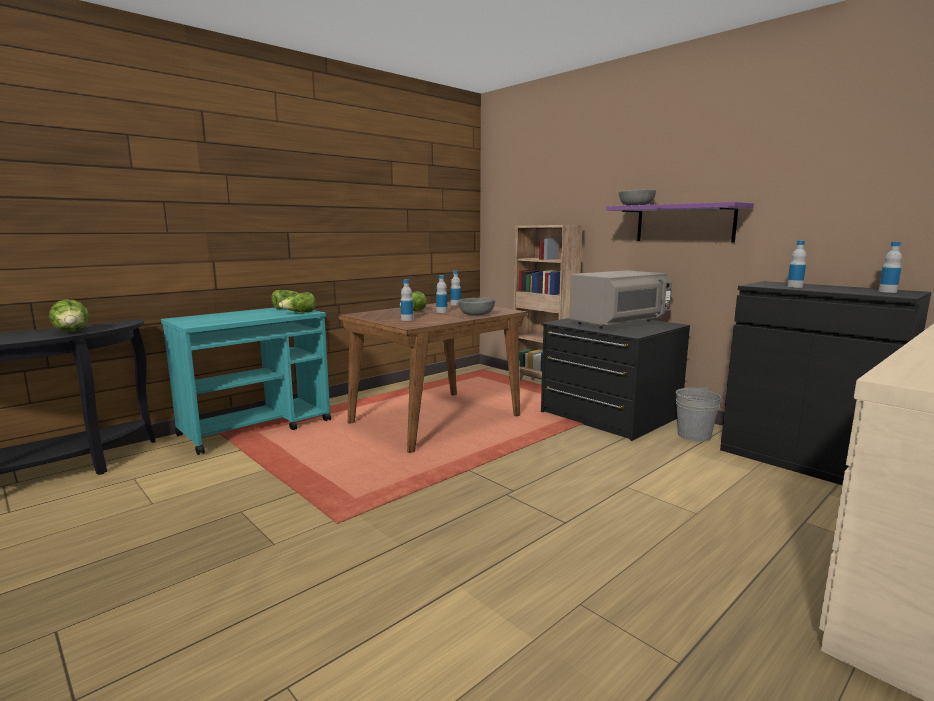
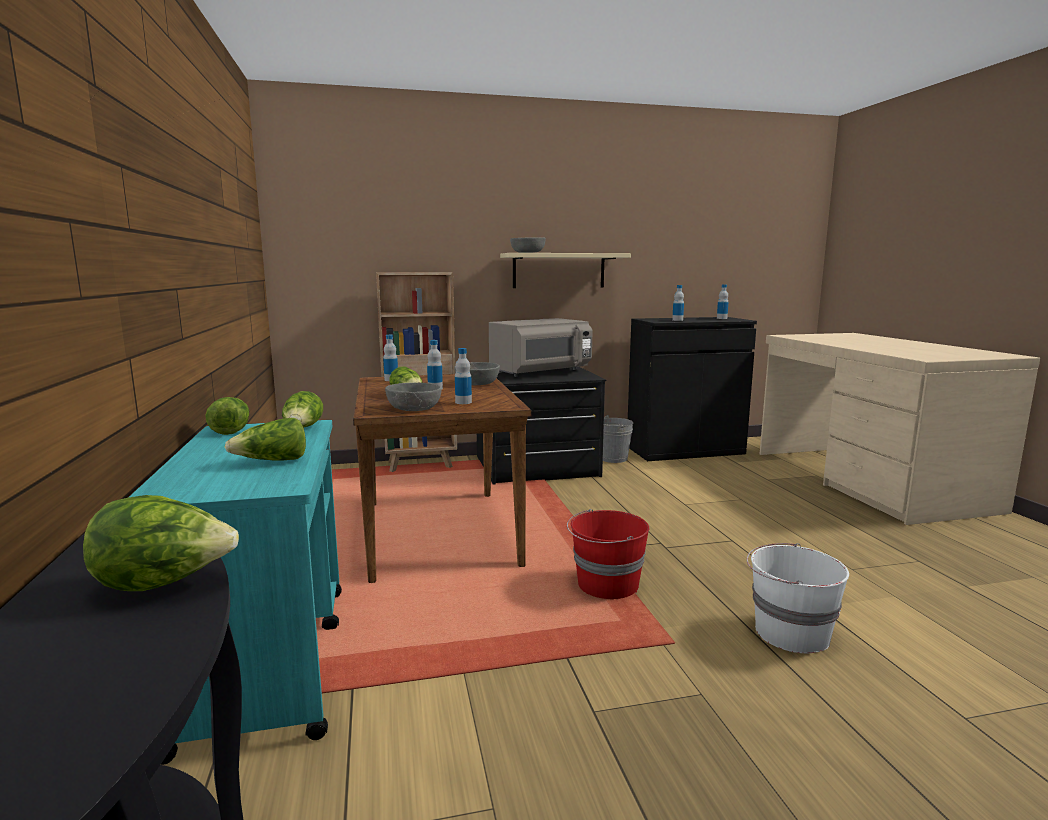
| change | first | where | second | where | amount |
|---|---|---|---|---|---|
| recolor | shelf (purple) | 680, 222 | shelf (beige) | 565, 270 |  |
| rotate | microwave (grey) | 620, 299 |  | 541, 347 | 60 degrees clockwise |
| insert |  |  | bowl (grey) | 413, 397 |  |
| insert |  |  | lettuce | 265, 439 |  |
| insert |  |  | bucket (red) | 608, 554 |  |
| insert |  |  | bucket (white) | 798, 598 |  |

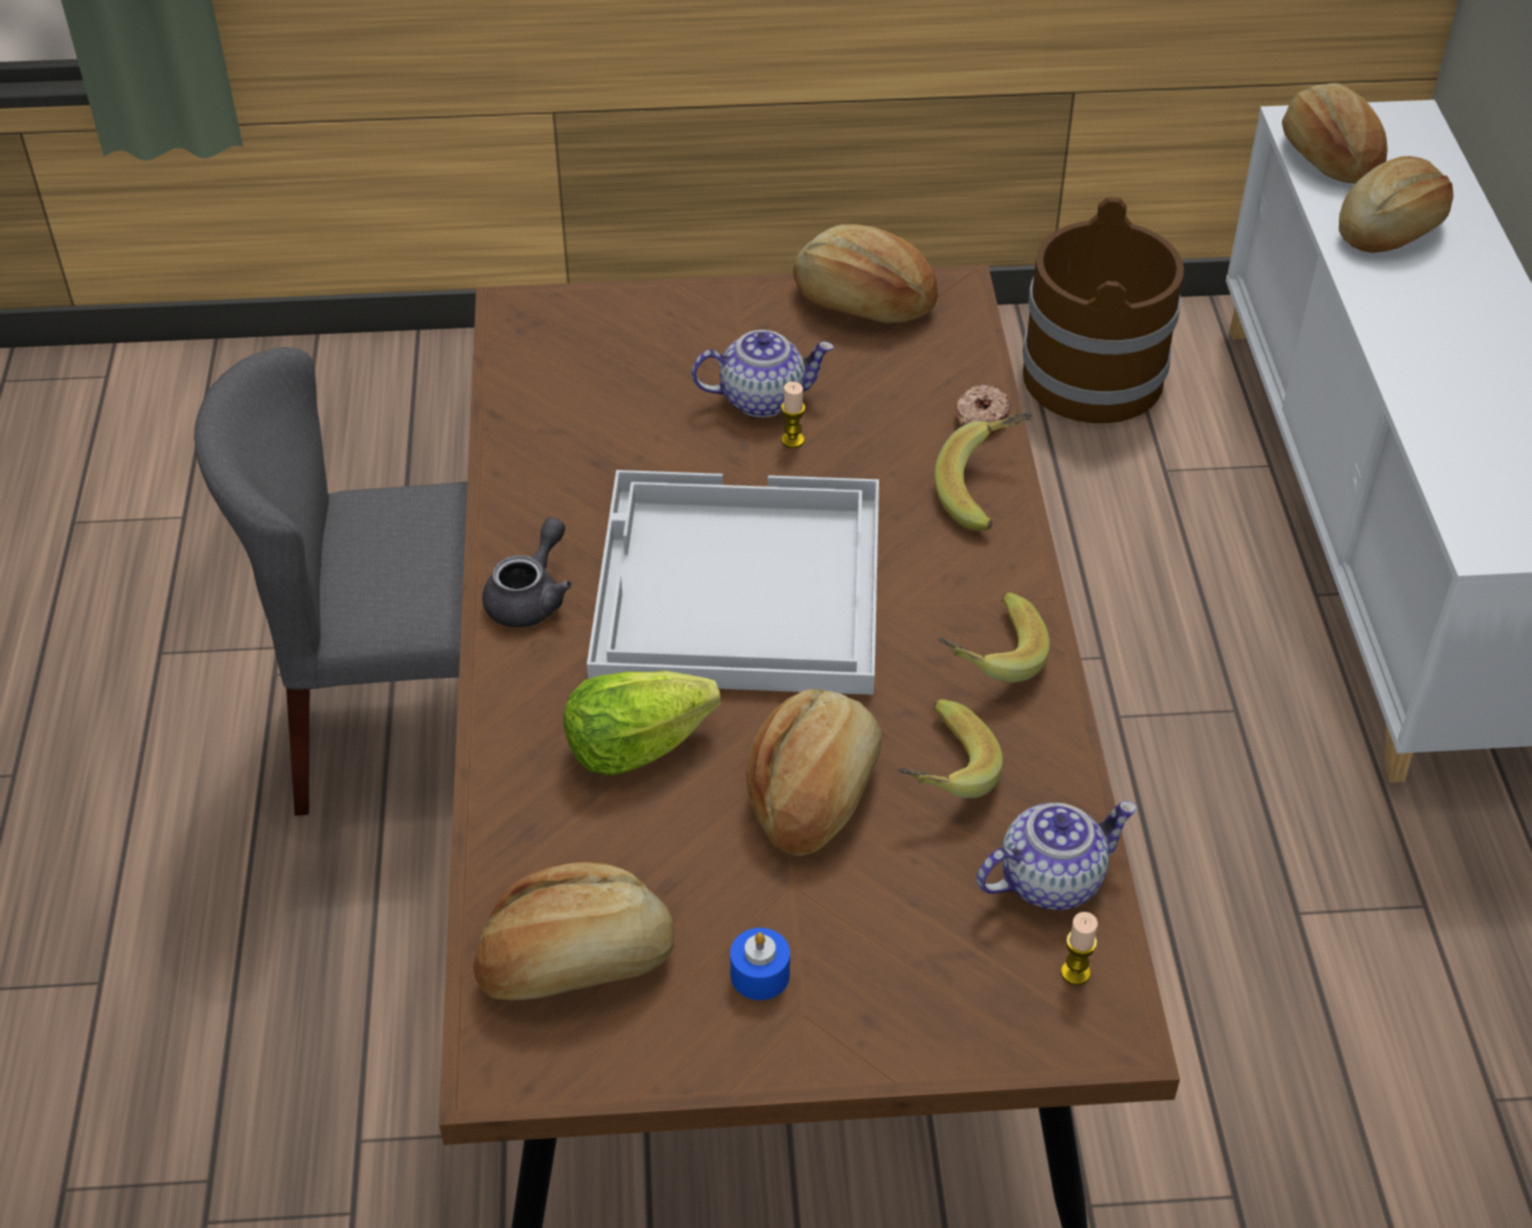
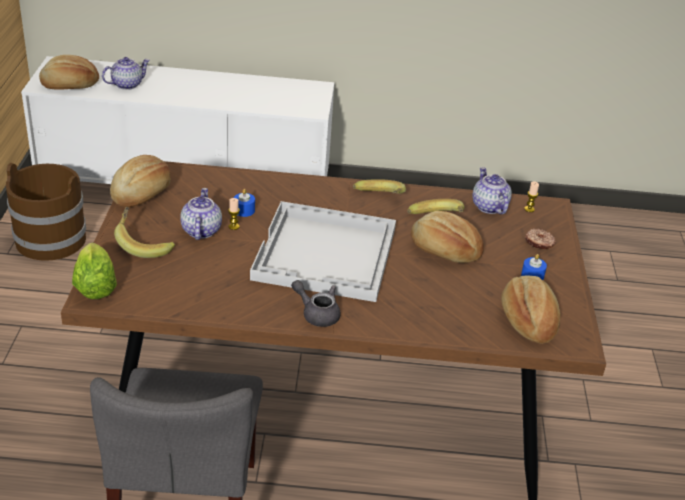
| change | first | where | second | where | amount |
|---|---|---|---|---|---|
| replace | bread | 1396, 204 | teapot | 126, 73 |  |
| move | donut | 983, 409 |  | 540, 239 |  |
| move | banana | 983, 471 |  | 144, 232 |  |
| move | lettuce | 642, 723 |  | 94, 270 |  |
| insert |  |  | candle (blue) | 244, 203 |  |

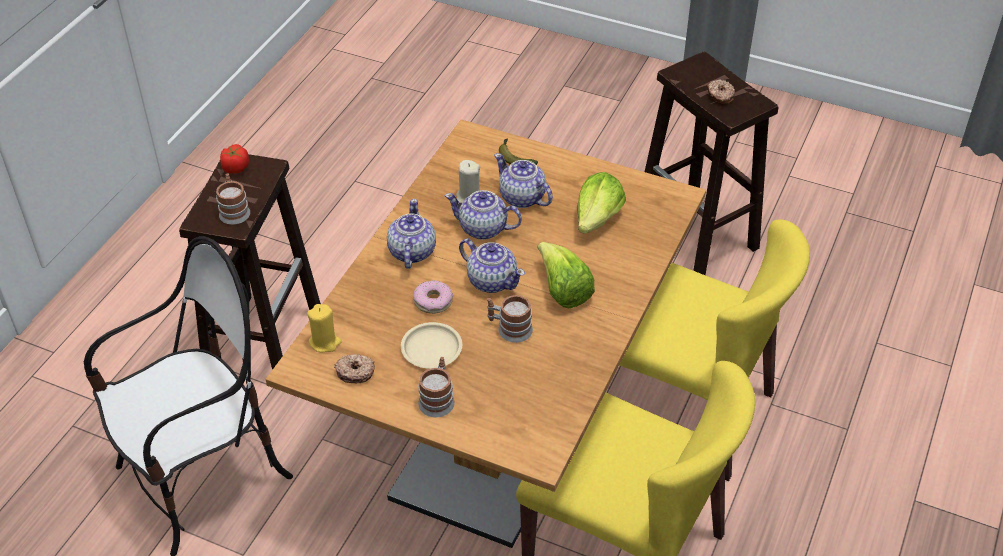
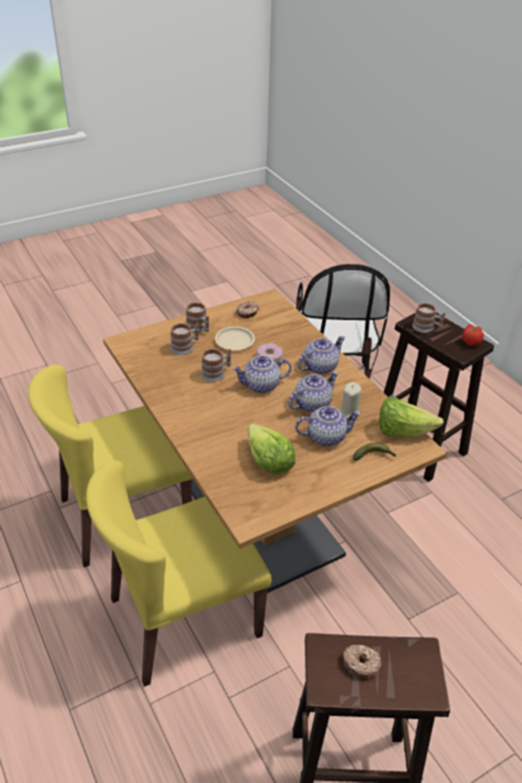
| change | first | where | second | where | amount |
|---|---|---|---|---|---|
| rotate | teapot | 411, 234 |  | 321, 355 | 75 degrees counterclockwise |
| move | lettuce | 566, 275 |  | 412, 417 |  |
| delete | candle (yellow) | 324, 328 |  |  |  |
| insert |  |  | mug | 184, 339 |  |

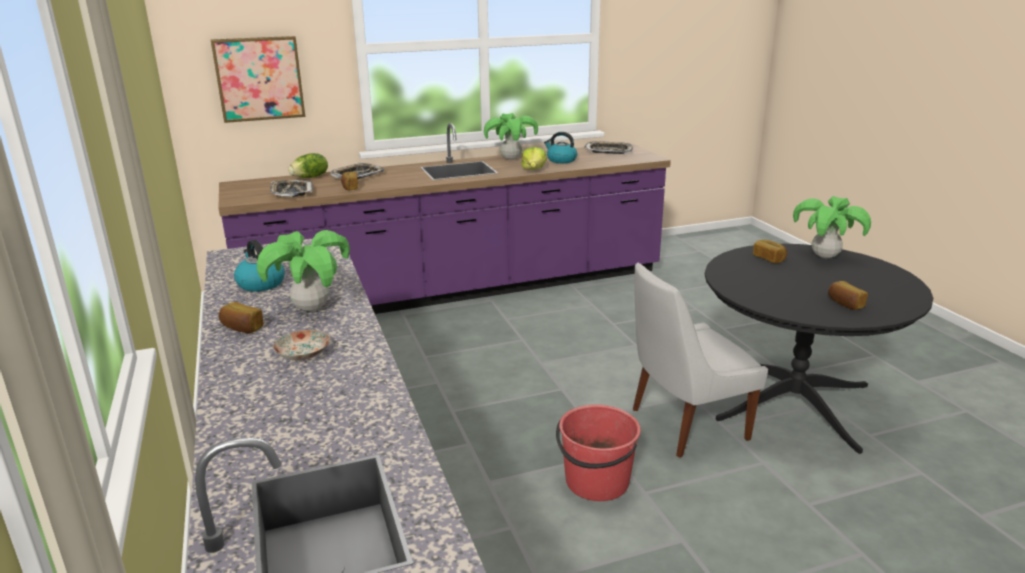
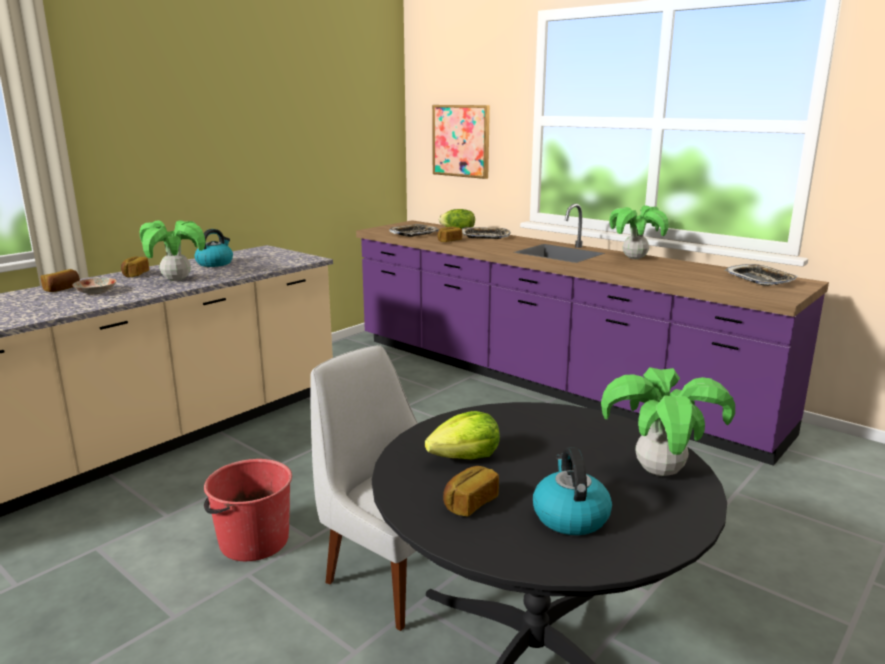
| change | first | where | second | where | amount |
|---|---|---|---|---|---|
| move | kettle | 560, 147 |  | 572, 491 |  |
| move | lettuce | 534, 158 |  | 462, 435 |  |
| move | bread | 770, 251 |  | 60, 280 |  |

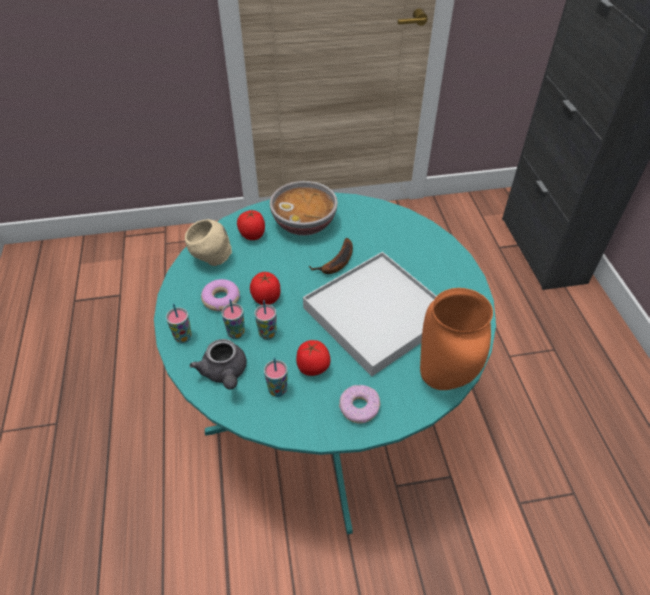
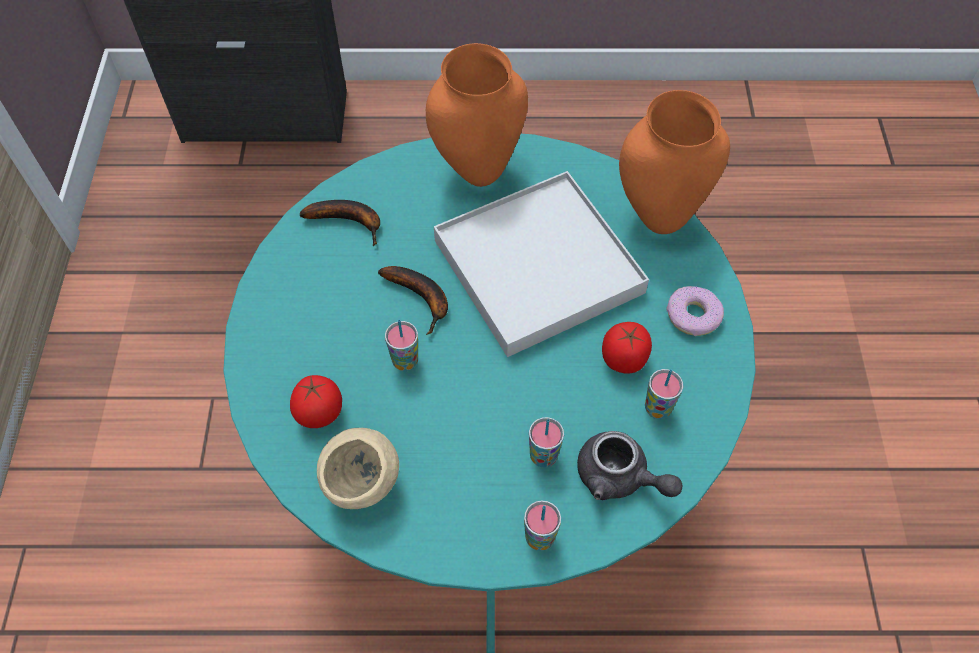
| change | first | where | second | where | amount |
|---|---|---|---|---|---|
| delete | bowl | 304, 208 |  |  |  |
| delete | tomato | 265, 288 |  |  |  |
| delete | donut | 220, 295 |  |  |  |
| move | cup | 265, 320 |  | 401, 345 |  |
| rotate | teapot (grey) | 218, 364 |  | 630, 465 | 45 degrees clockwise |
| insert |  |  | vase (orange) | 477, 115 |  |
| insert |  |  | banana | 340, 223 |  |

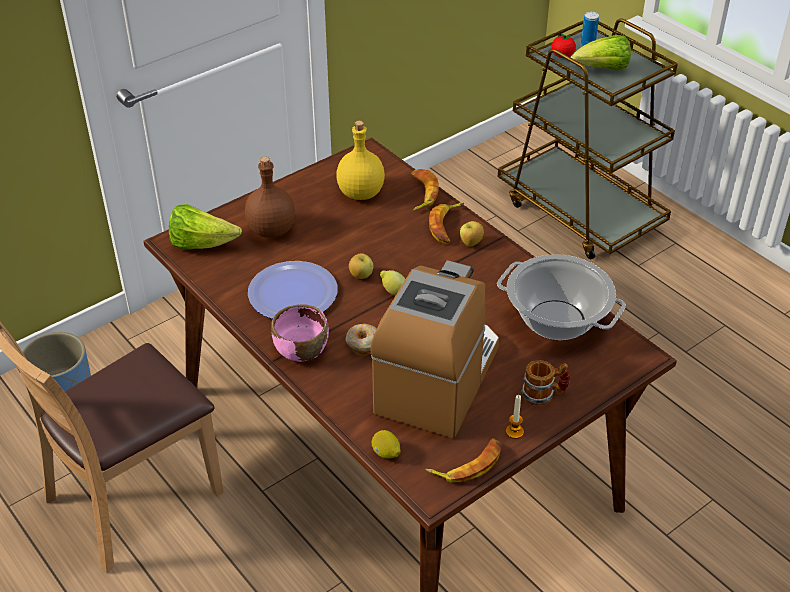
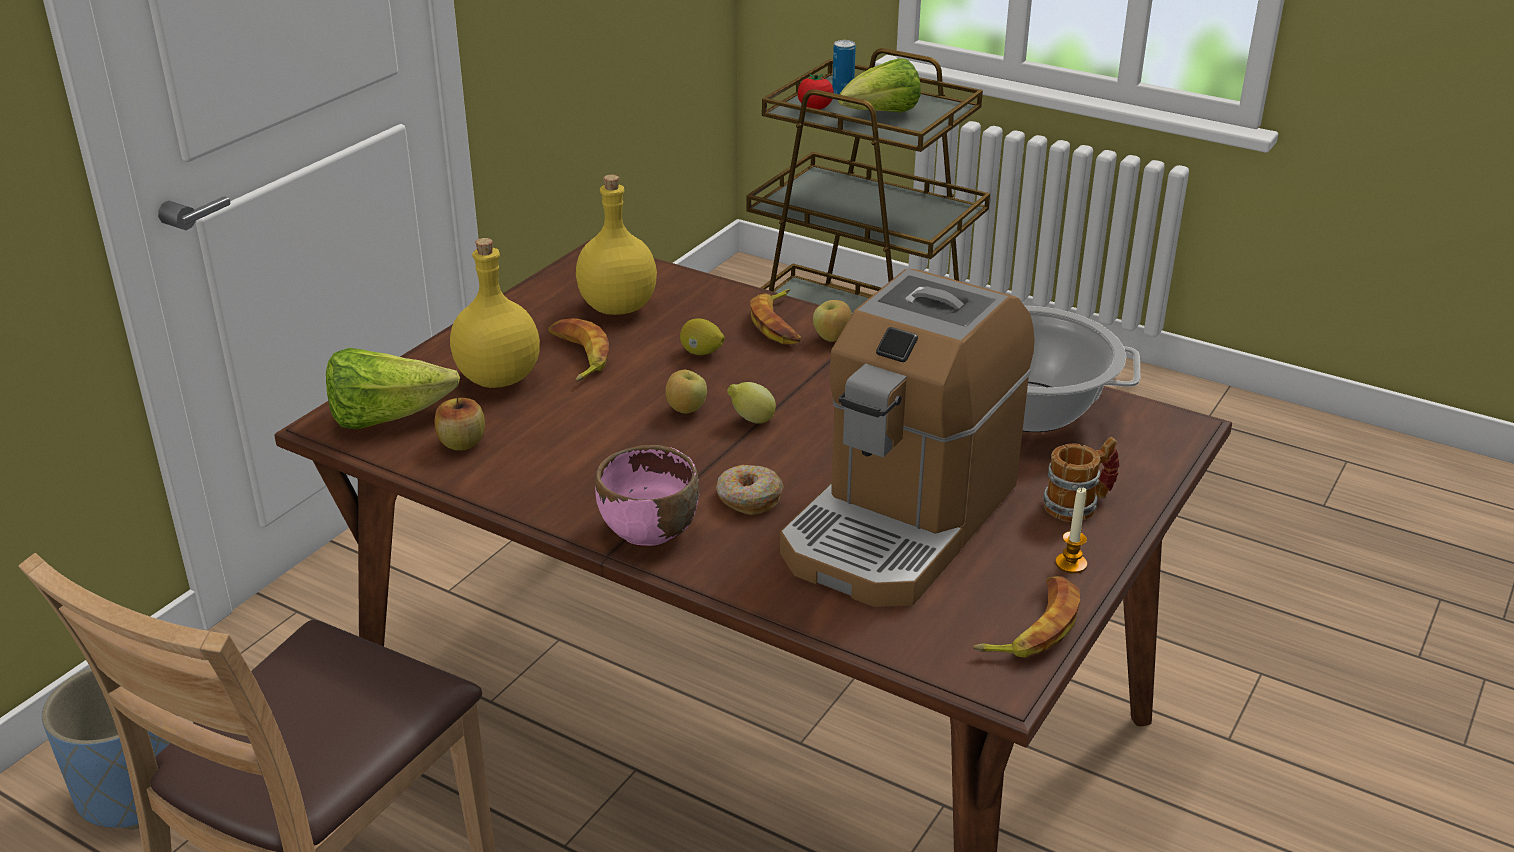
| change | first | where | second | where | amount |
|---|---|---|---|---|---|
| recolor | bottle (brown) | 270, 197 | bottle (yellow) | 495, 313 |  |
| move | banana | 425, 190 |  | 578, 350 |  |
| rotate | coffee machine | 435, 349 |  | 907, 438 | 150 degrees counterclockwise |
| delete | plate | 293, 290 |  |  |  |
| move | lemon | 386, 444 |  | 702, 336 |  |
| insert |  |  | apple | 459, 423 |  |

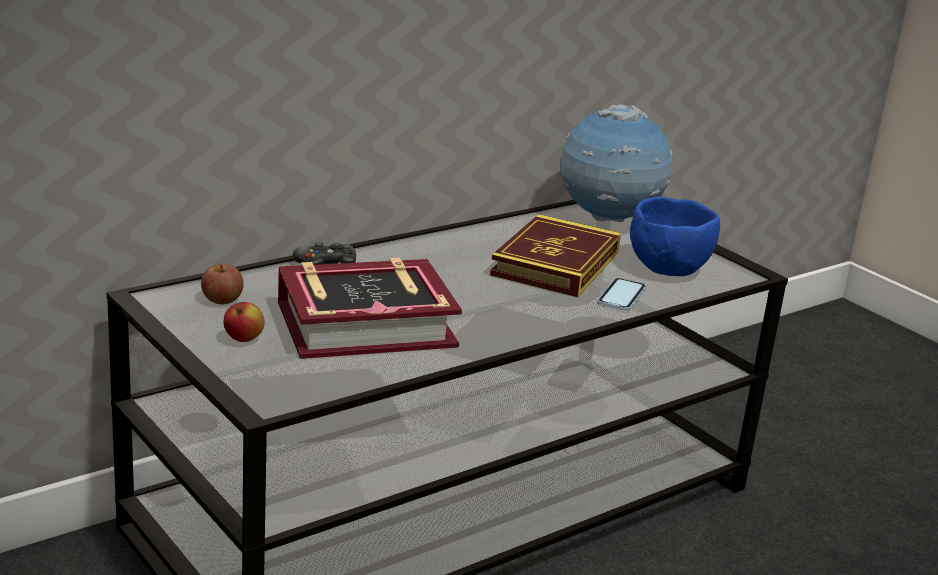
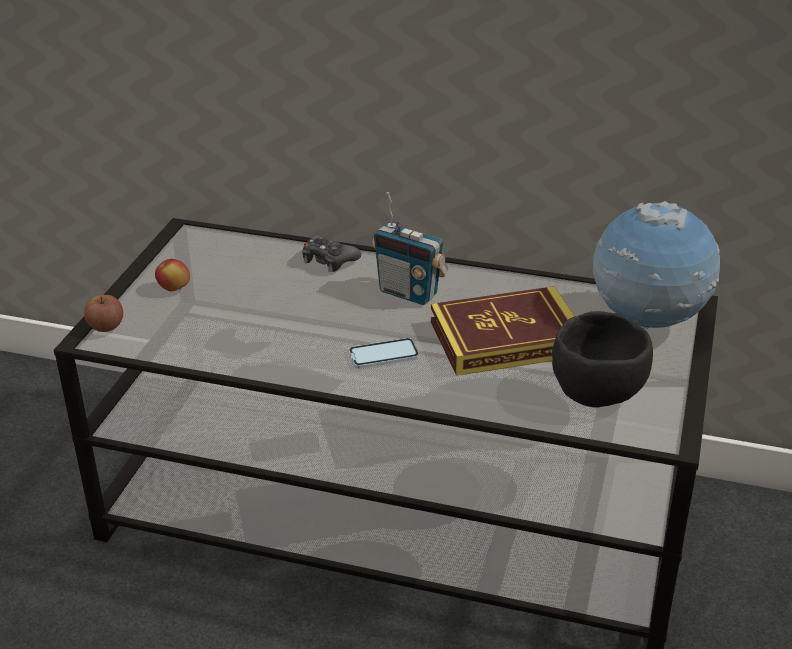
| change | first | where | second | where | amount |
|---|---|---|---|---|---|
| recolor | bowl (blue) | 675, 236 | bowl (black) | 602, 359 |  |
| delete | book | 370, 308 |  |  |  |
| move | apple | 222, 284 |  | 103, 313 |  |
| move | phone | 621, 294 |  | 384, 353 |  |
| insert |  |  | radio | 410, 248 |  |

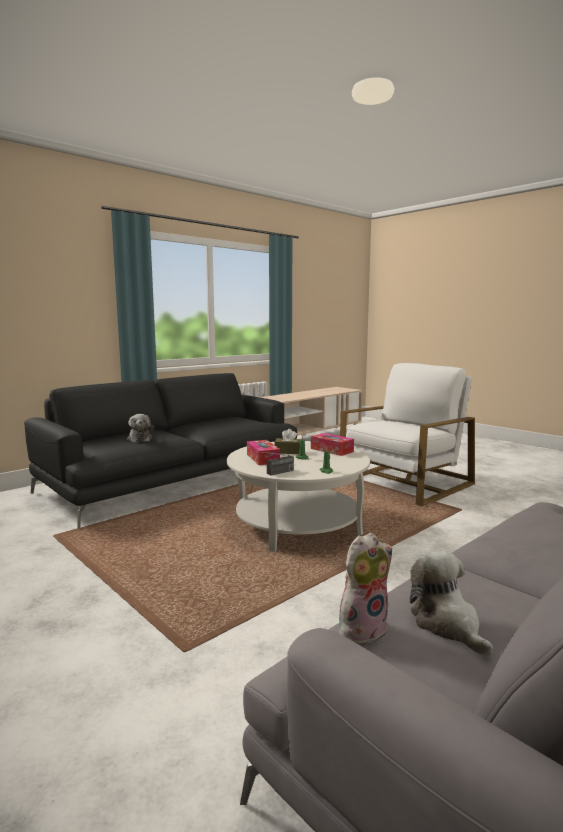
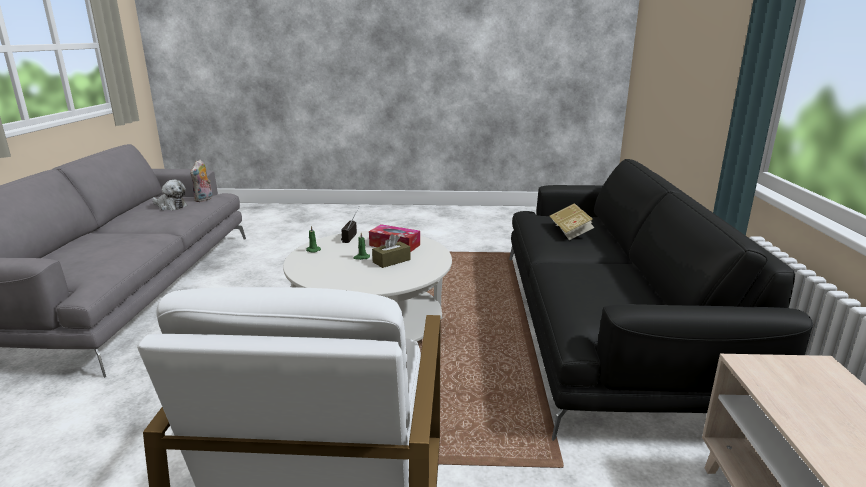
| change | first | where | second | where | amount |
|---|---|---|---|---|---|
| replace | plush toy | 140, 428 | book | 572, 221 |  |
| delete | tissue box | 332, 444 |  |  |  |

